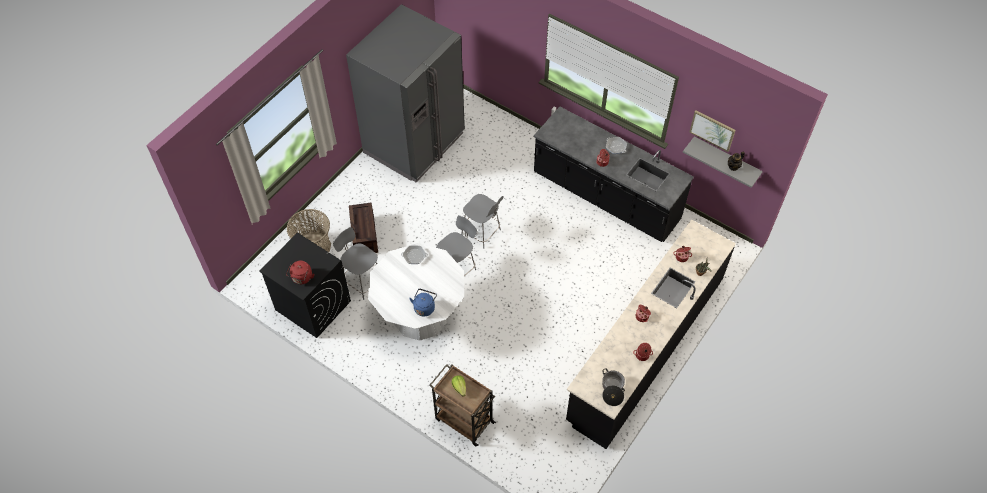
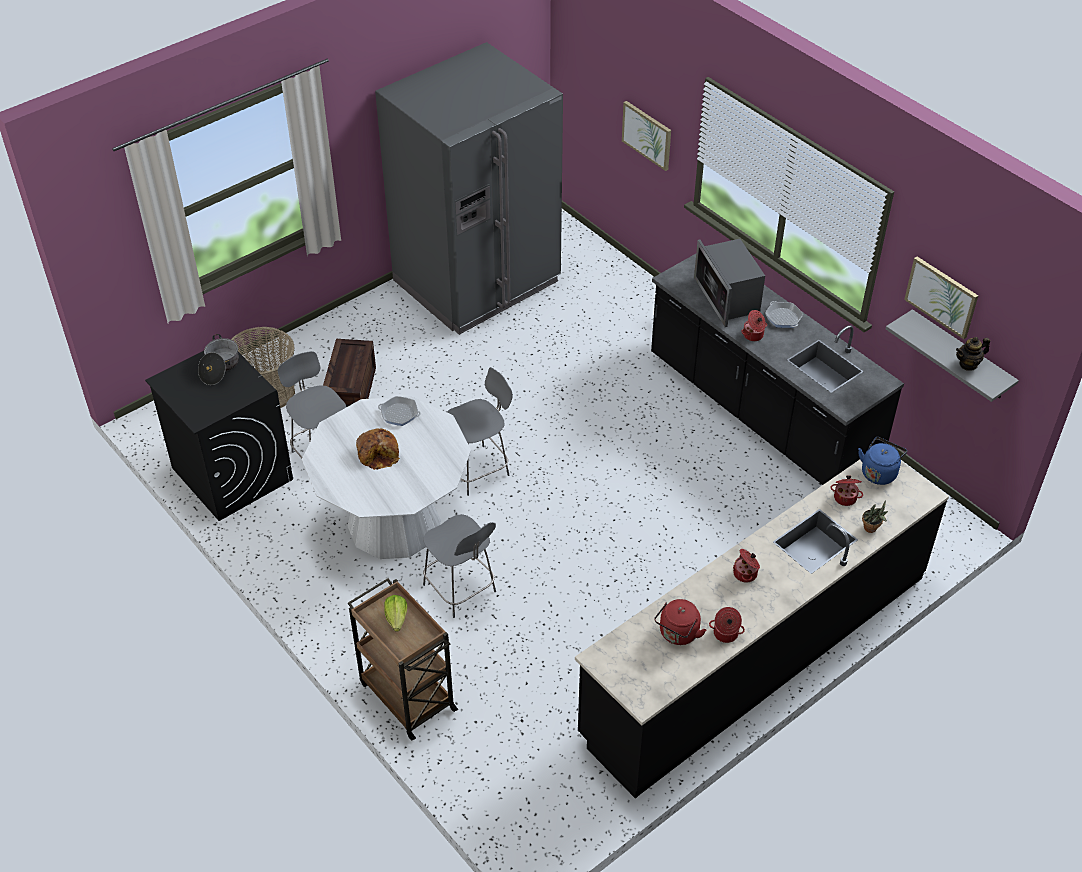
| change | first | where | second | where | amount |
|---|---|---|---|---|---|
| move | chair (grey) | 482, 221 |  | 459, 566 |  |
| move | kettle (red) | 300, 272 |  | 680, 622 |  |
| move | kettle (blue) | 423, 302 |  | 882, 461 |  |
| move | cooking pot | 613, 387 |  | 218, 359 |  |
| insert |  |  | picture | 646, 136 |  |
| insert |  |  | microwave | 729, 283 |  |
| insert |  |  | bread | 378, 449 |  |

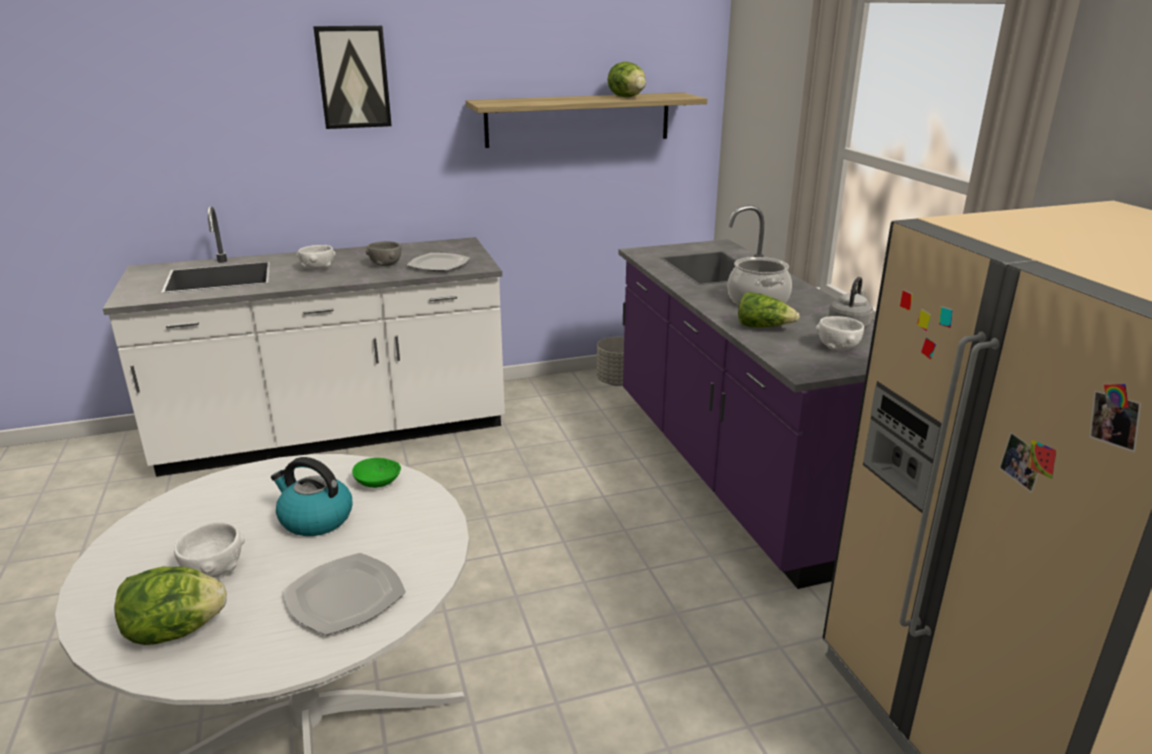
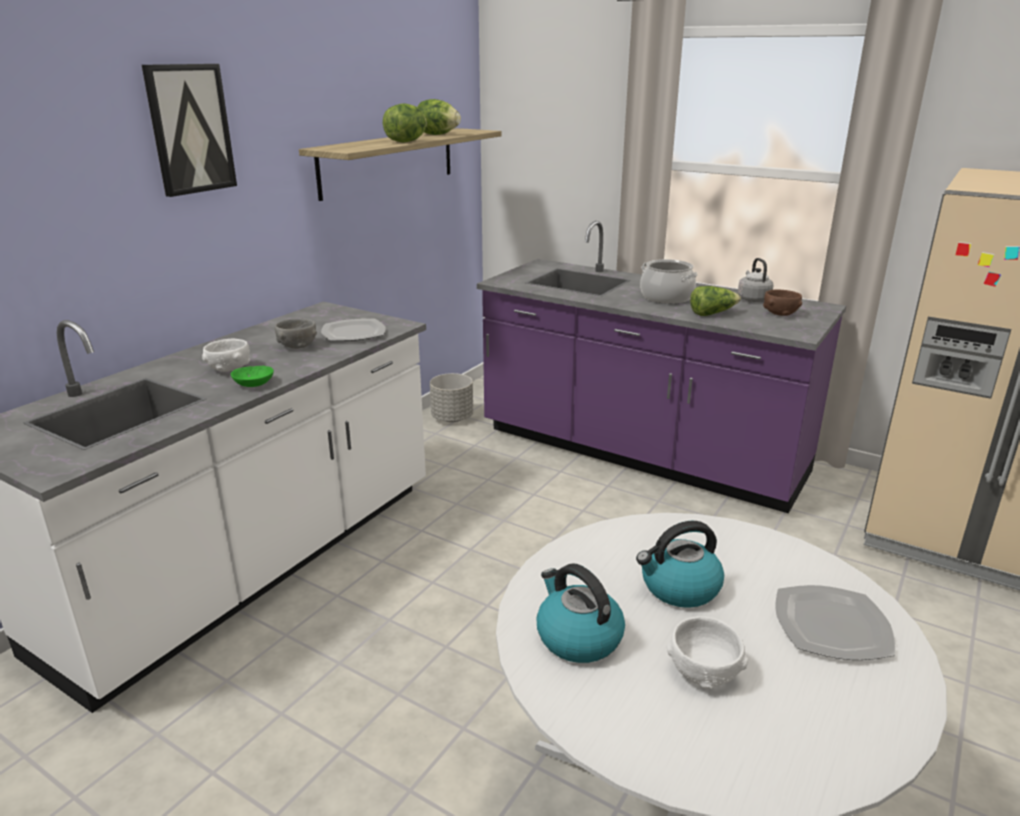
| change | first | where | second | where | amount |
|---|---|---|---|---|---|
| recolor | bowl (white) | 840, 333 | bowl (brown) | 782, 302 |  |
| move | bowl (green) | 376, 473 |  | 252, 376 |  |
| move | lettuce | 171, 606 |  | 405, 123 |  |
| insert |  |  | kettle | 580, 613 |  |

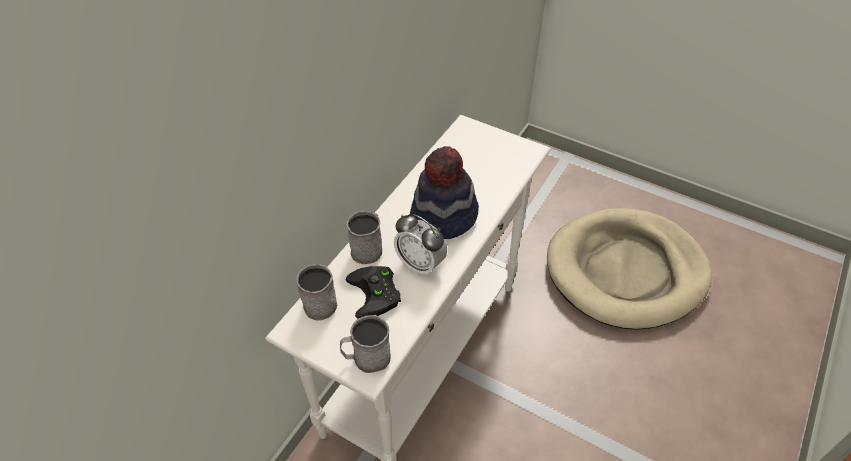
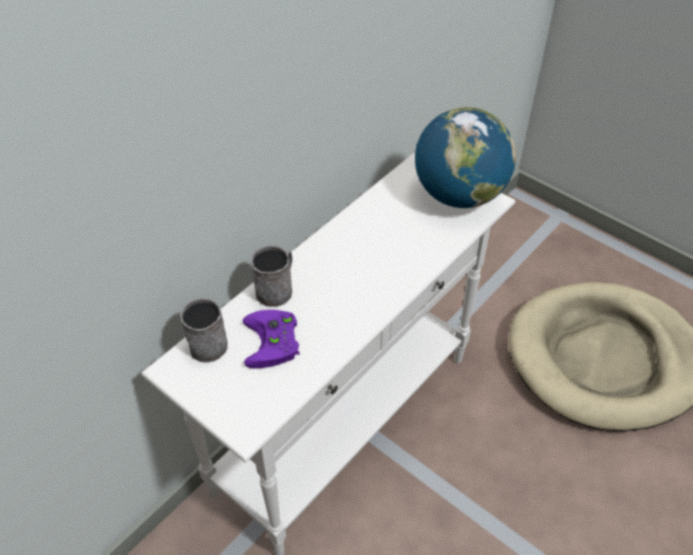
| change | first | where | second | where | amount |
|---|---|---|---|---|---|
| delete | hat | 444, 192 |  |  |  |
| delete | alarm clock | 420, 245 |  |  |  |
| recolor | game controller (black) | 373, 292 | game controller (purple) | 271, 339 |  |
| delete | mug (grey) | 365, 344 |  |  |  |
| insert |  |  | globe | 465, 157 |  |

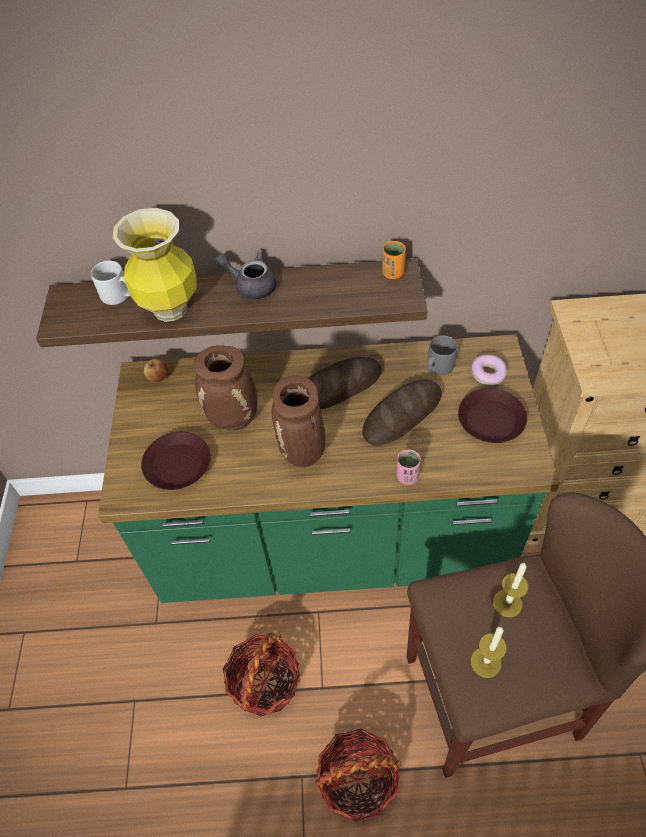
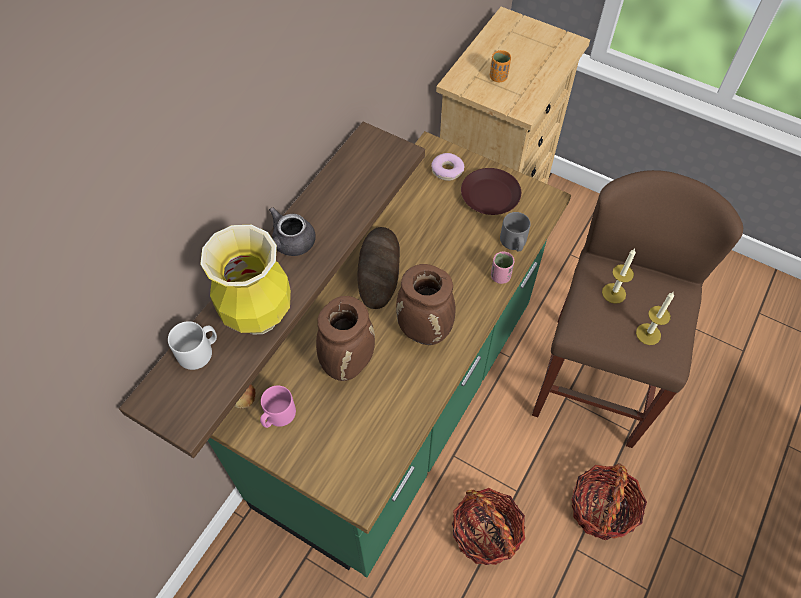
| change | first | where | second | where | amount |
|---|---|---|---|---|---|
| move | cup (orange) | 394, 260 |  | 500, 66 |  |
| move | mug (grey) | 442, 355 |  | 515, 231 |  |
| delete | bread | 402, 412 |  |  |  |
| delete | plate (brown) | 176, 461 |  |  |  |
| insert |  |  | mug (pink) | 278, 406 |  |

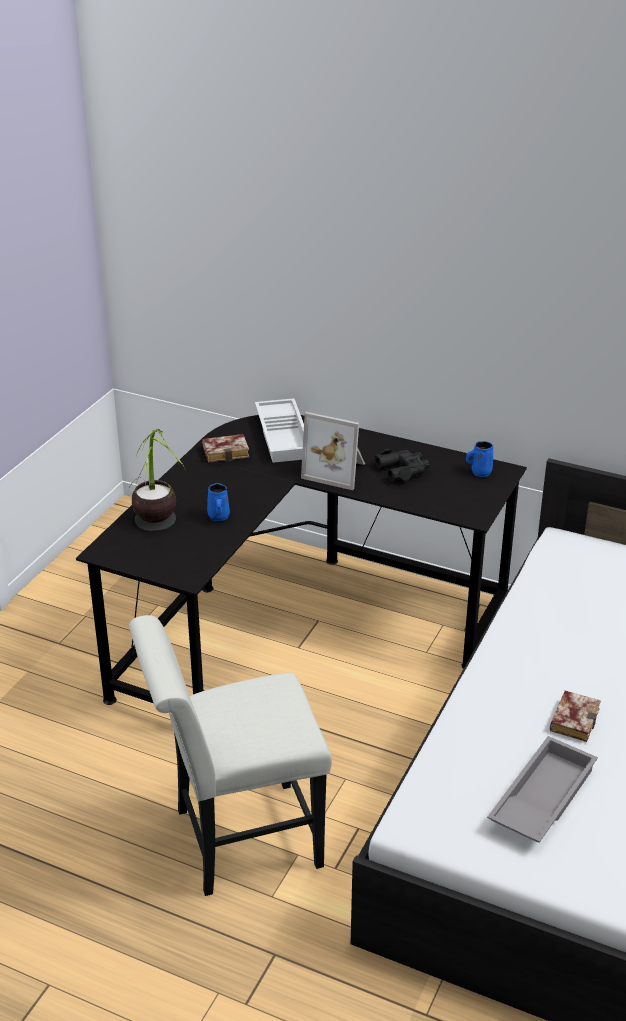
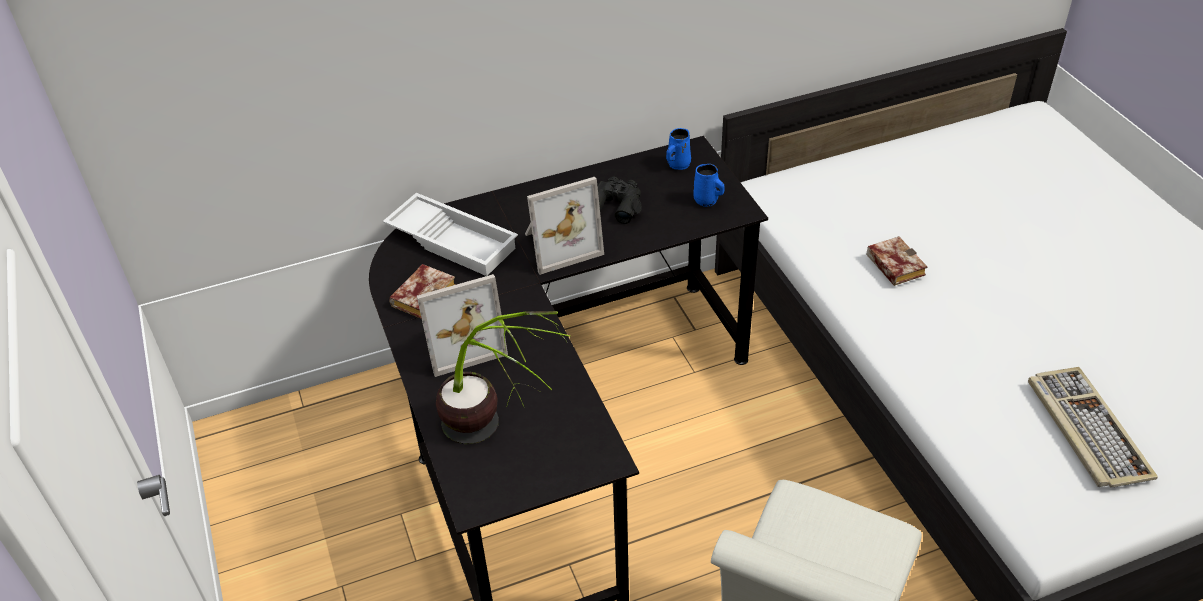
| change | first | where | second | where | amount |
|---|---|---|---|---|---|
| move | mug (blue) | 218, 502 |  | 709, 185 |  |
| move | book | 575, 716 |  | 897, 261 |  |
| replace | tray (grey) | 542, 789 | keyboard | 1093, 427 |  |
| insert |  |  | picture frame | 462, 325 |  |

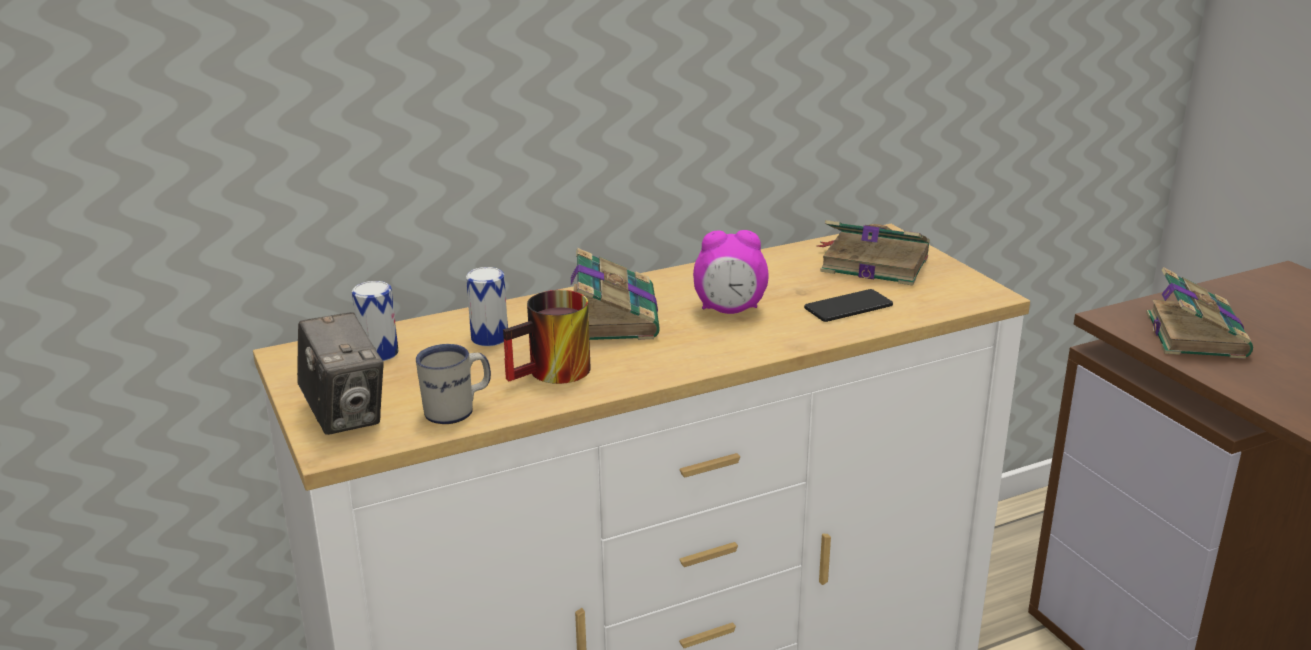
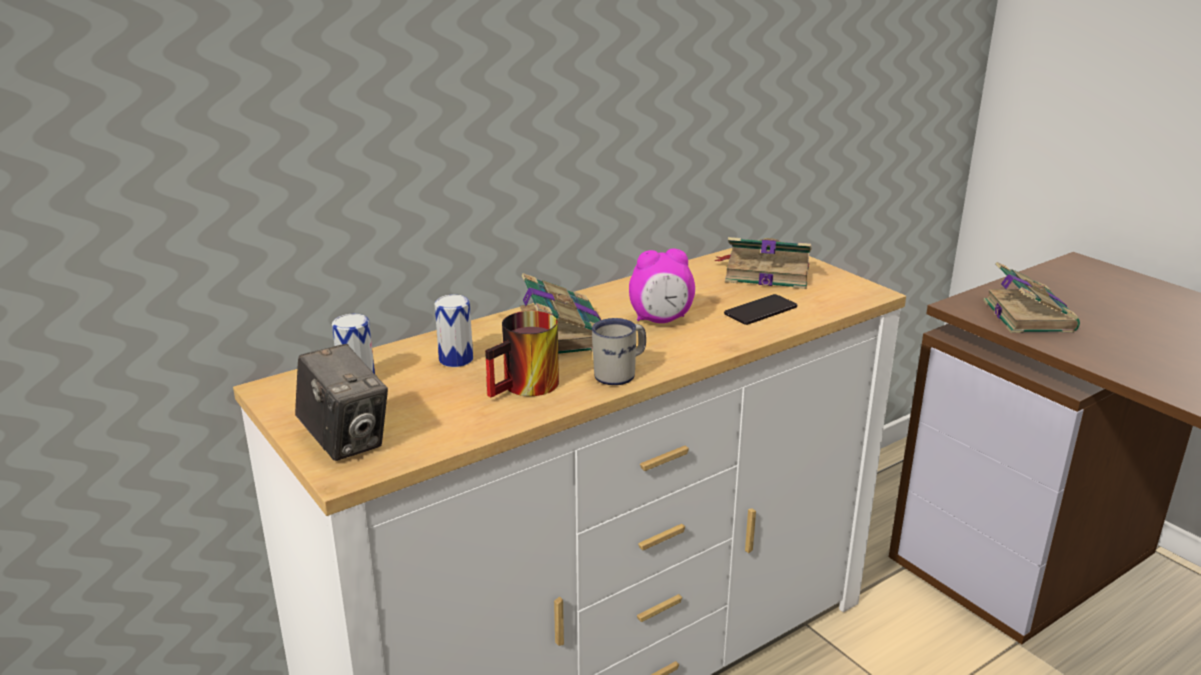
| change | first | where | second | where | amount |
|---|---|---|---|---|---|
| move | mug (white) | 453, 384 |  | 619, 351 |  |

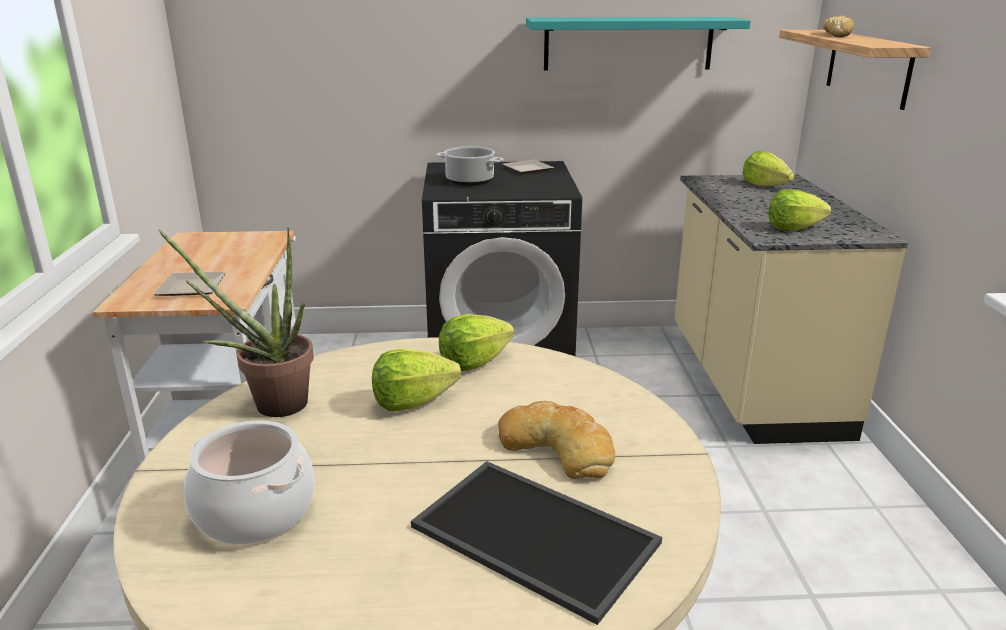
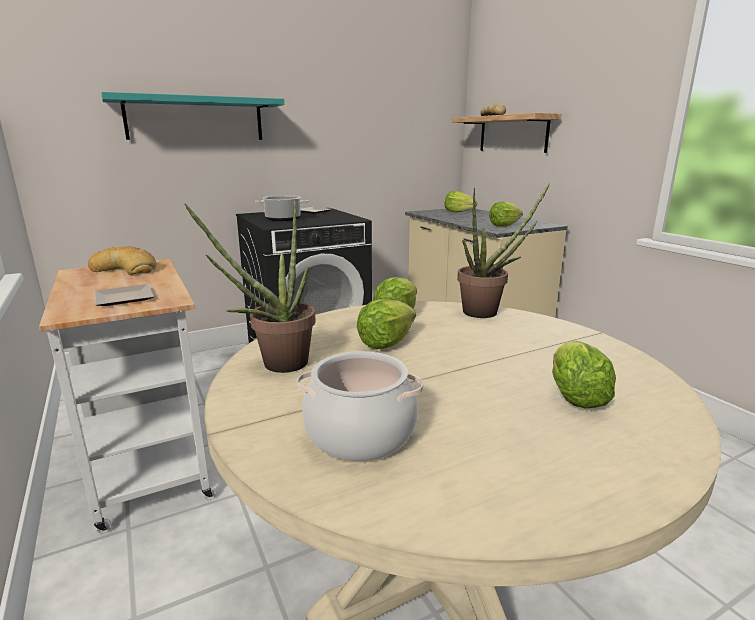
| change | first | where | second | where | amount |
|---|---|---|---|---|---|
| move | shelf (turquoise) | 638, 43 |  | 192, 116 |  |
| move | bread | 556, 440 |  | 122, 260 |  |
| replace | tray | 536, 543 | lettuce | 584, 374 |  |
| insert |  |  | potted plant | 503, 250 |  |

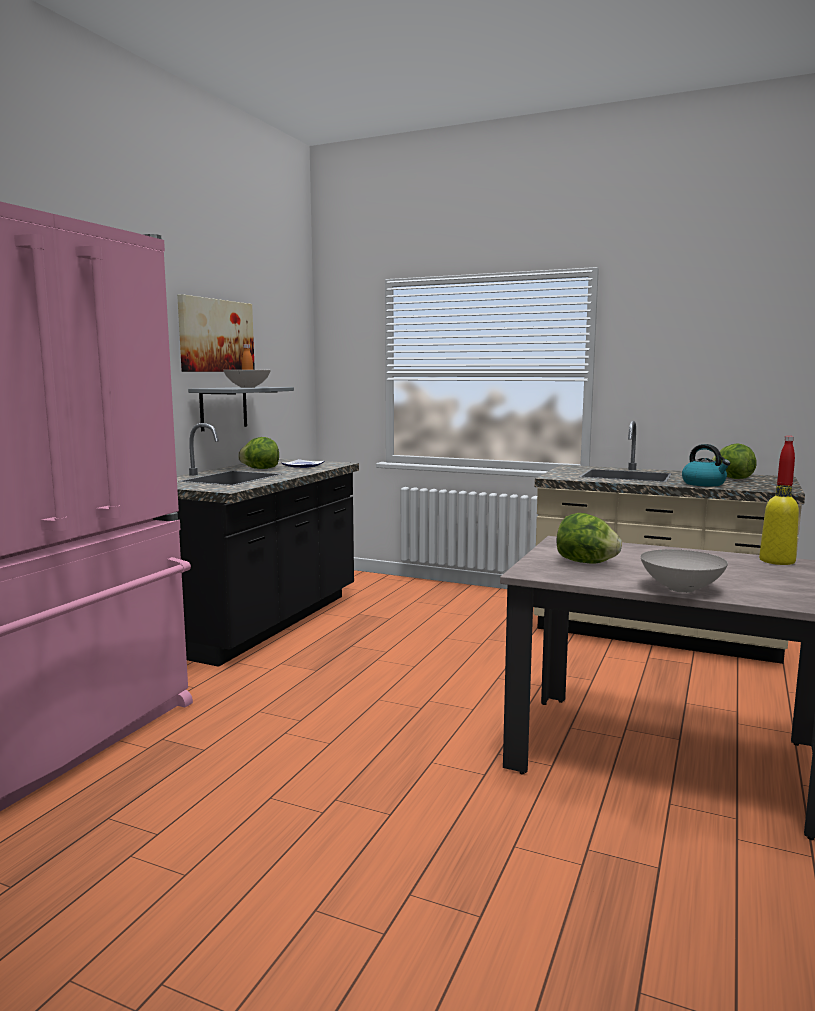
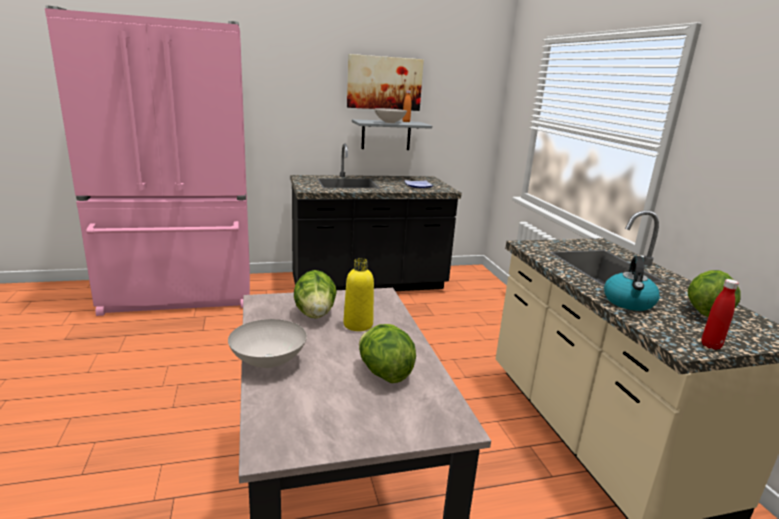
| change | first | where | second | where | amount |
|---|---|---|---|---|---|
| move | lettuce | 258, 453 |  | 387, 353 |  |
| move | bottle (yellow) | 779, 525 |  | 358, 294 |  |

